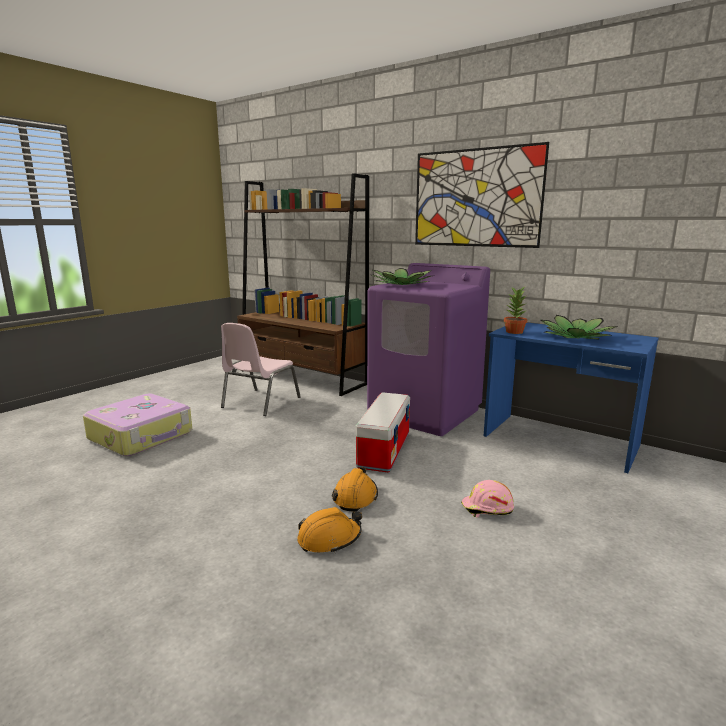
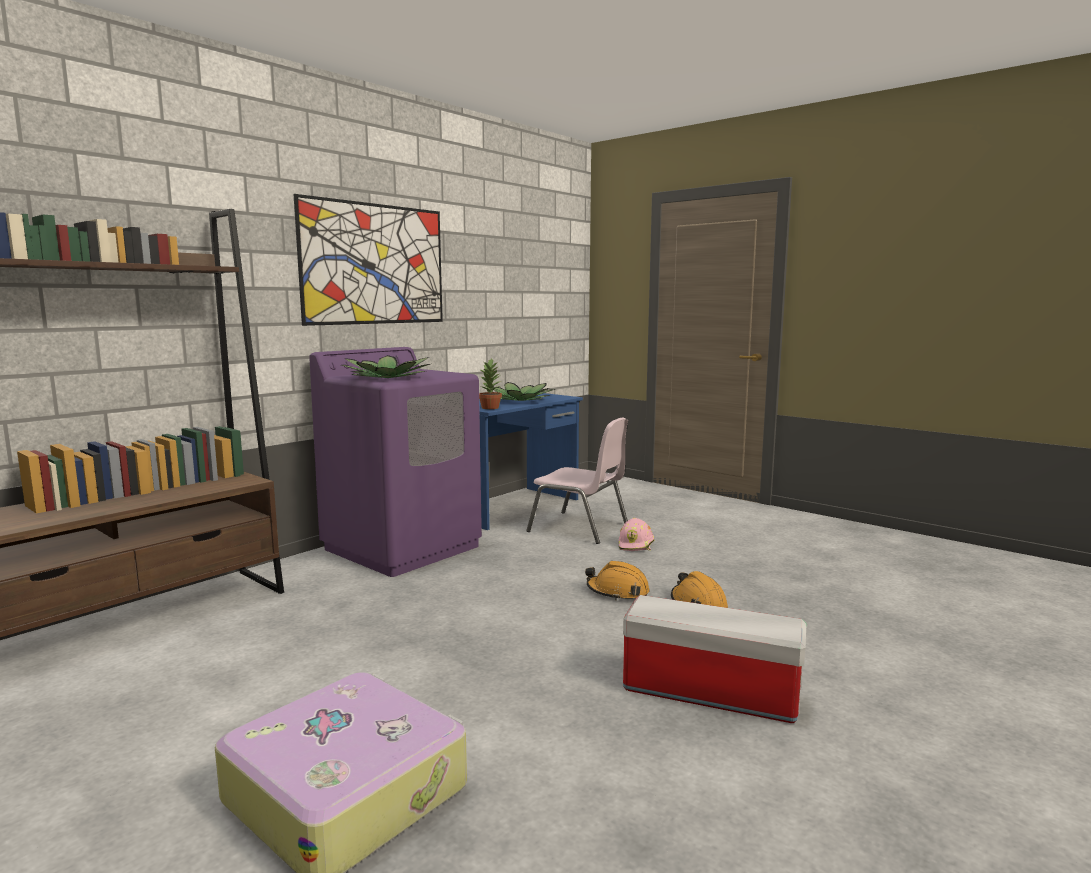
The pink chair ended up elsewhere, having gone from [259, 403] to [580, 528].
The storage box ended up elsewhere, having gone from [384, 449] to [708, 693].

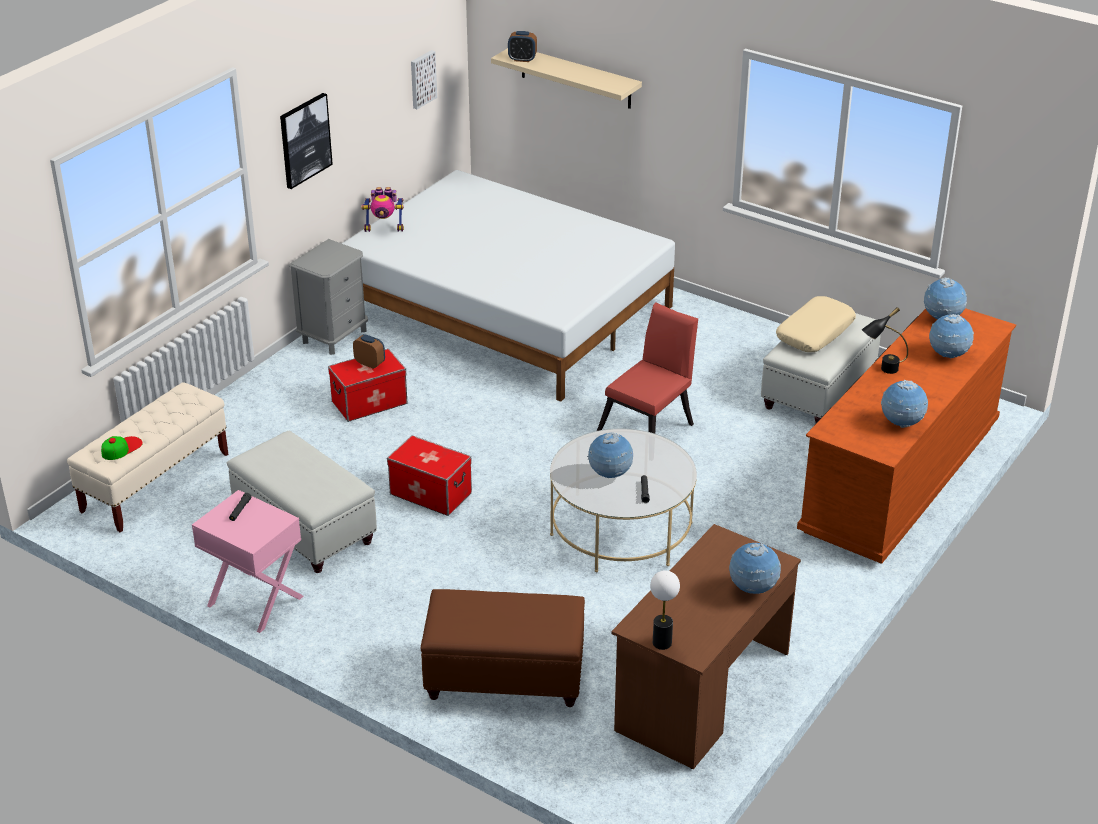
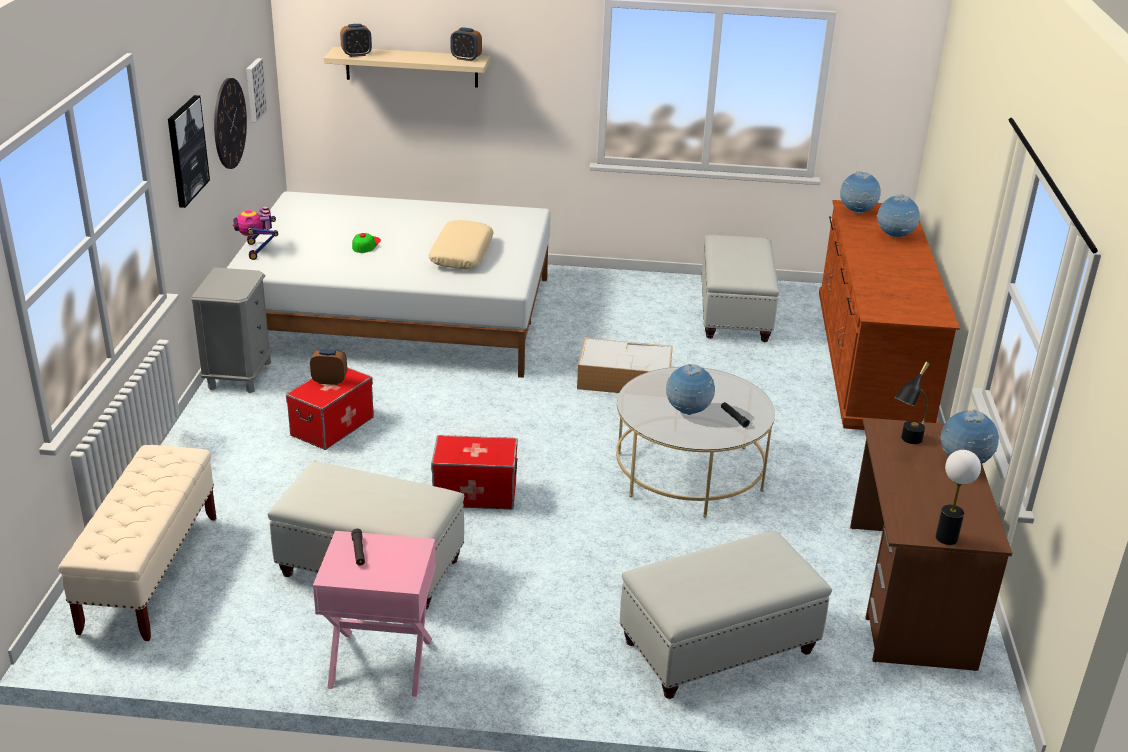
The second view lost the globe at [901, 424].
The second view gained the wall clock at [229, 123].
The second view gained the alarm clock at [466, 59].
The cap ended up elsewhere, having gone from [121, 448] to [366, 244].
The beige pillow ended up elsewhere, having gone from [814, 332] to [461, 254].
The black table lamp ended up elsewhere, having gone from [882, 370] to [906, 442].
Where the red chair stood at [649, 428], the storage box came to stand at [626, 379].
What was the brown ottoman at [503, 676] turned into the white ottoman at [717, 647].
The toy robot at [384, 228] ended up facing another way, 105 degrees clockwise from before.

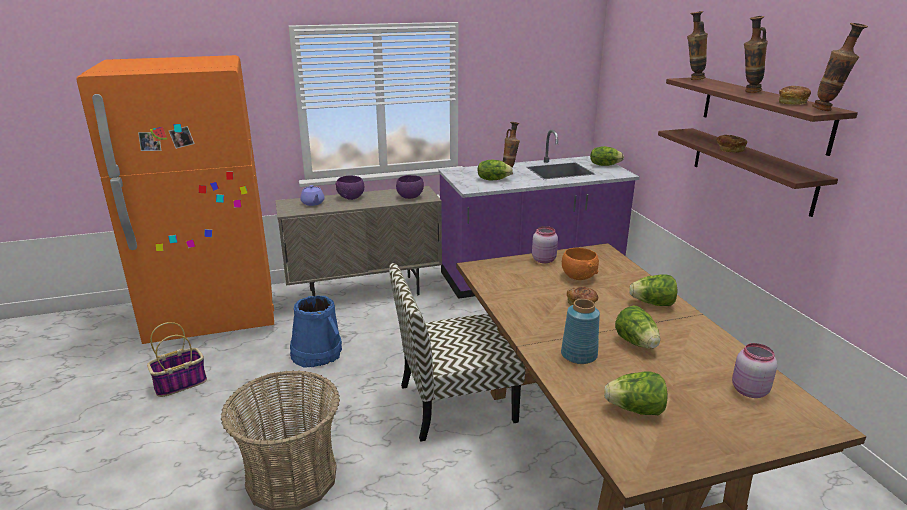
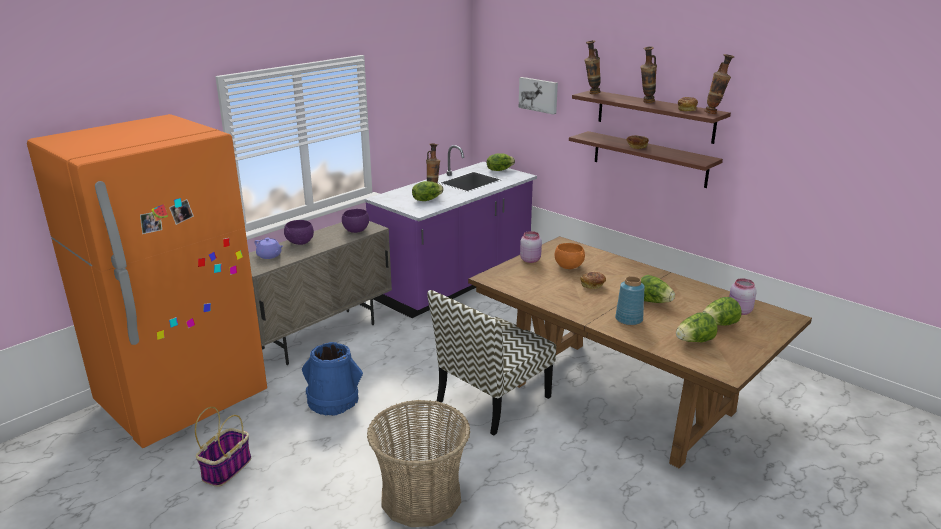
The second view gained the picture at [539, 95].
The lettuce ended up elsewhere, having gone from [652, 304] to [719, 324].

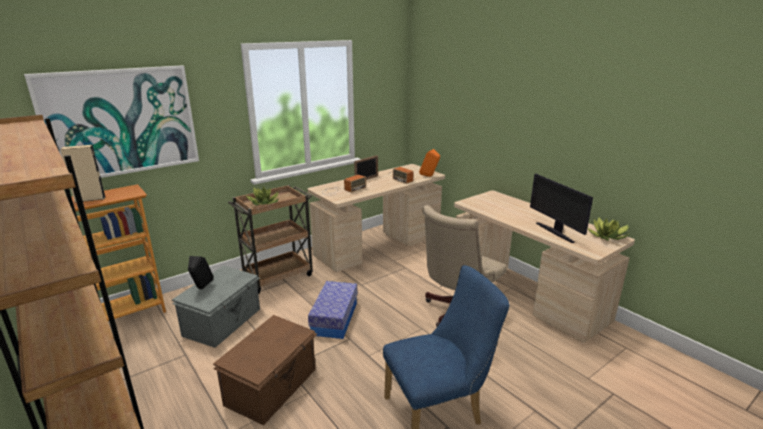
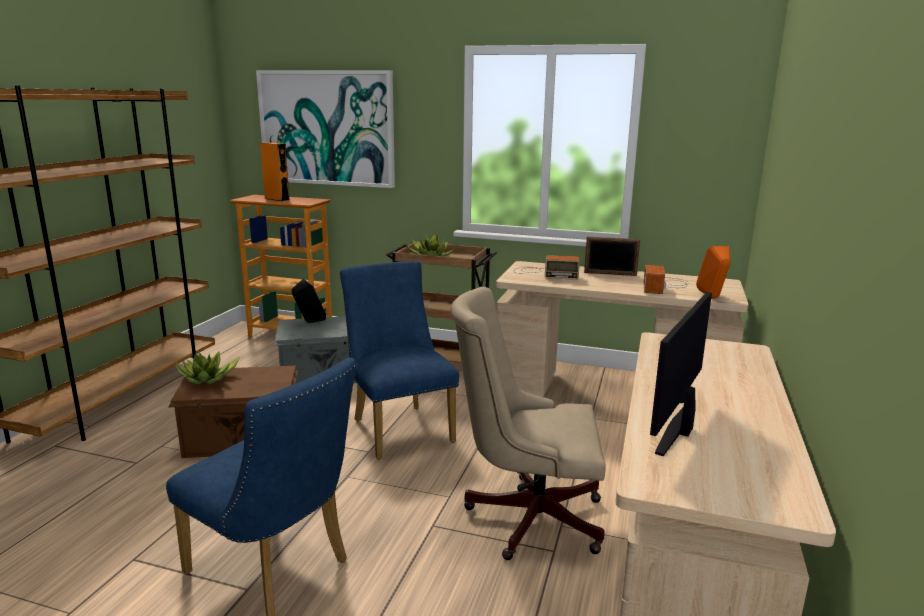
The potted plant ended up elsewhere, having gone from [607, 236] to [208, 379].
Where the storage box stood at [334, 318], the blue chair came to stand at [399, 427].
What was the beige speaker at [90, 199] turned into the orange speaker at [277, 199].

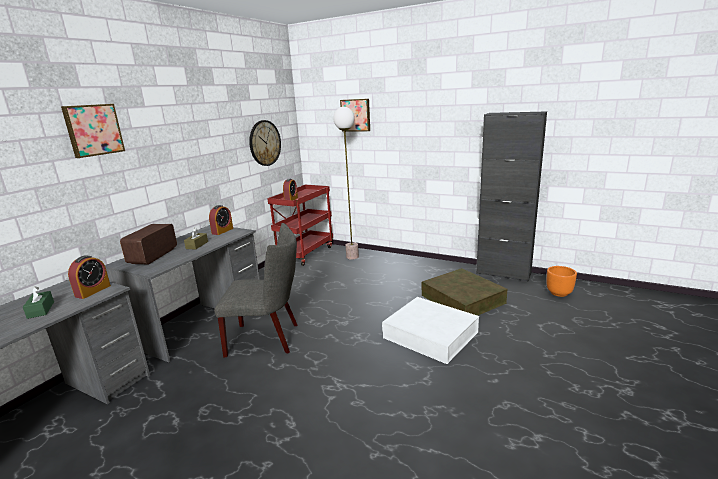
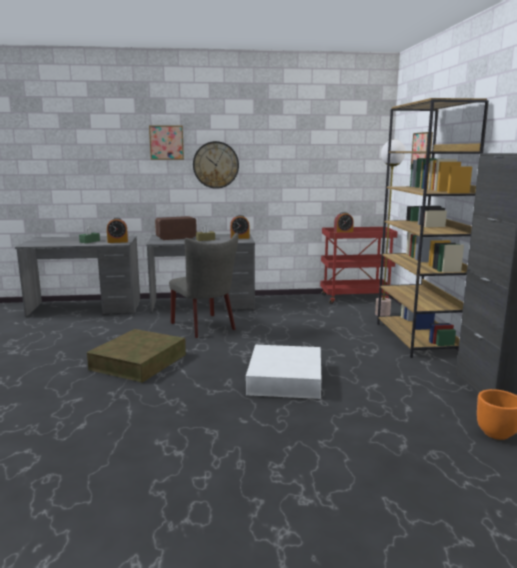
The second view gained the brown bookcase at [416, 338].
The wall clock ended up elsewhere, having gone from [264, 143] to [215, 165].
The brown storage box ended up elsewhere, having gone from [462, 299] to [138, 362].

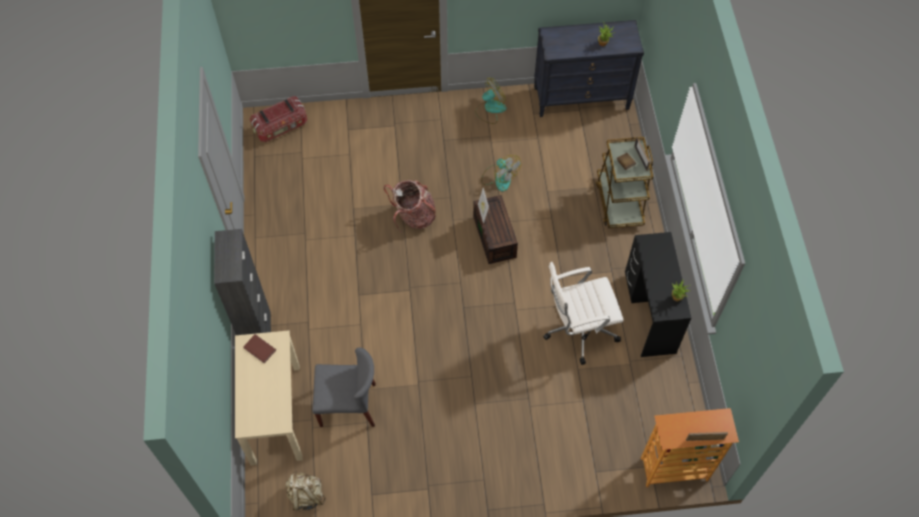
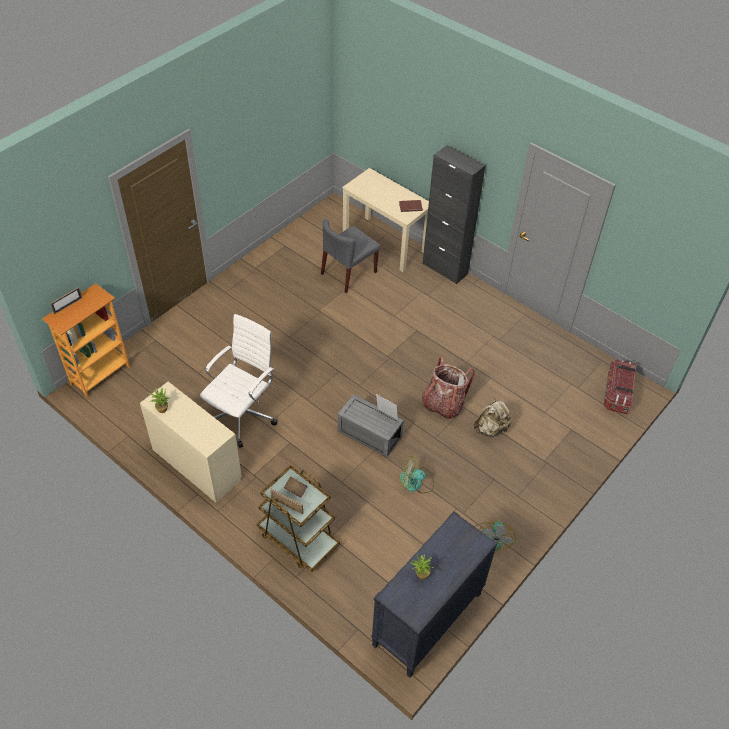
The beige backpack ended up elsewhere, having gone from [306, 496] to [491, 428].
What was the brown storage box at [495, 237] turned into the grey storage box at [368, 434].
What was the black desk at [650, 313] turned into the beige desk at [196, 464].

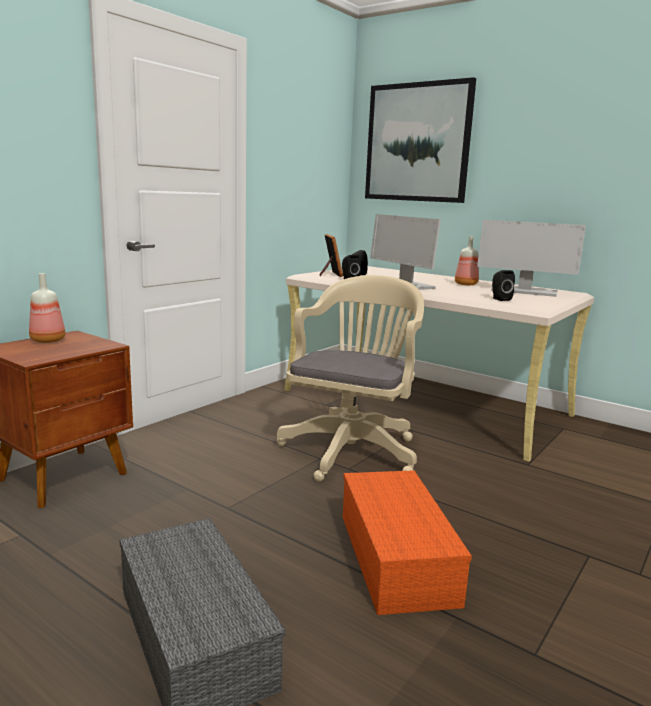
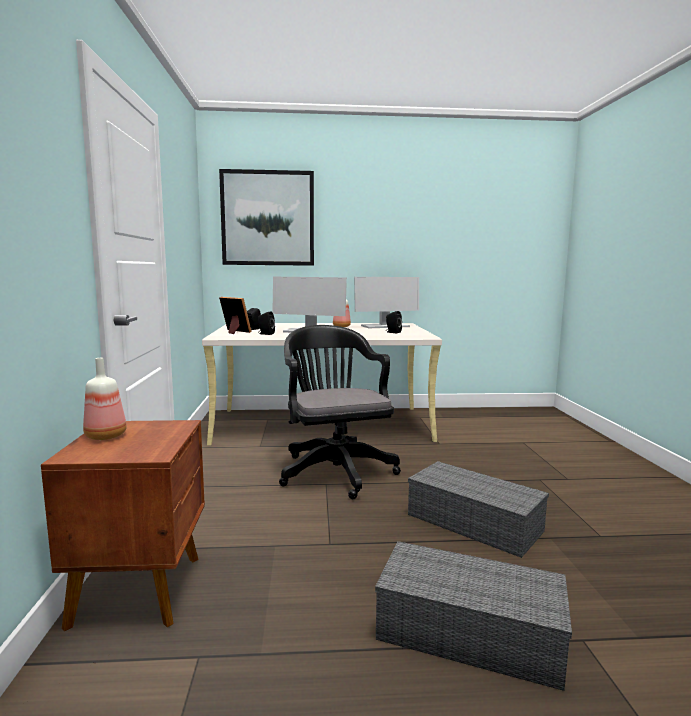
What was the beige office chair at [352, 449] turned into the black office chair at [335, 470].
What was the orange storage box at [398, 558] turned into the grey storage box at [476, 523].

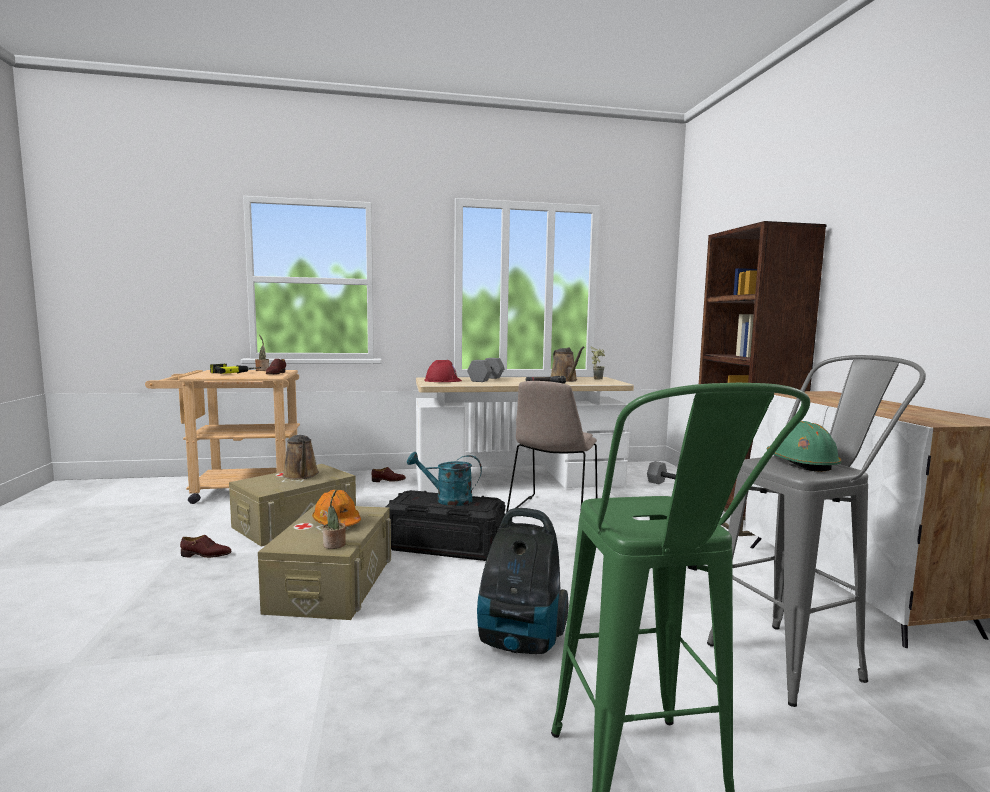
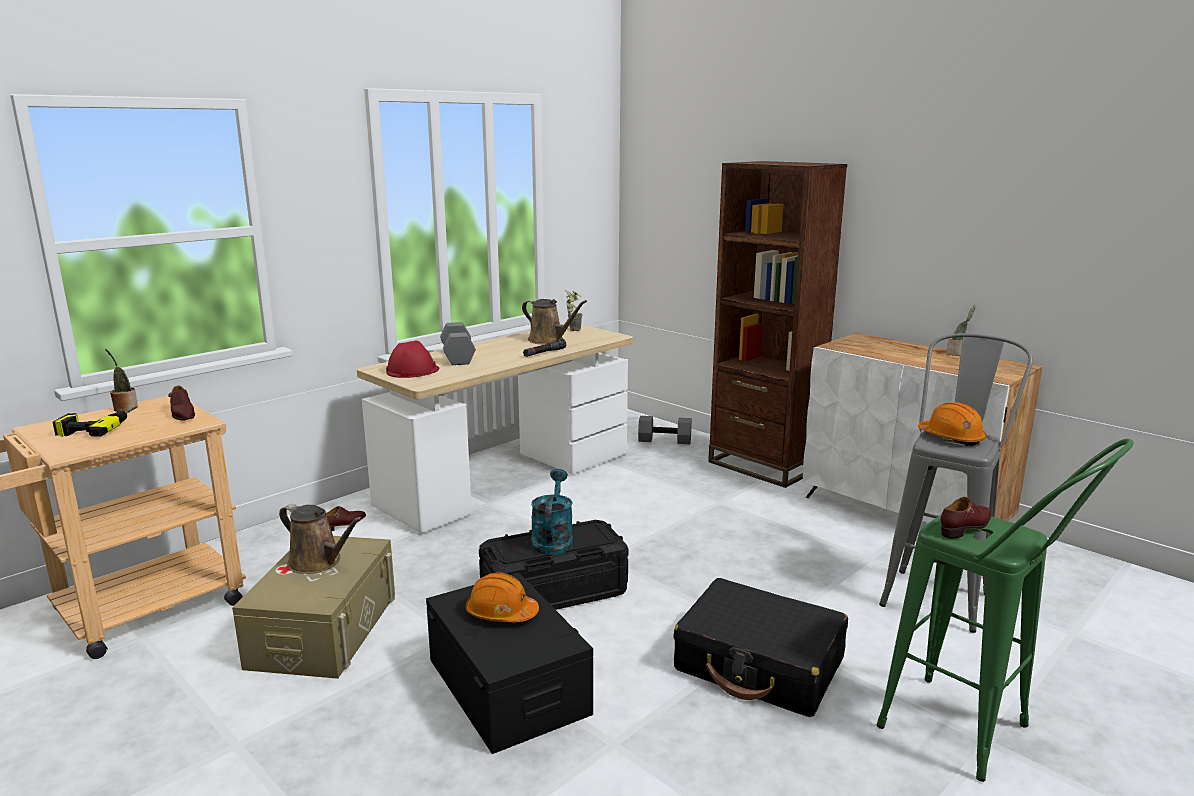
The second view lost the beige chair at [552, 513].
The brown shoe ended up elsewhere, having gone from [206, 555] to [966, 527].
The potted plant ended up elsewhere, having gone from [334, 545] to [957, 354].
Where the vacuum cleaner stood at [519, 641], the black suitcase came to stand at [760, 665].
What was the beige storage box at [332, 583] turned into the black storage box at [507, 686].
What was the green hard hat at [801, 463] turned into the orange hard hat at [951, 438].
The turquoise watering can at [447, 500] ended up facing another way, 120 degrees clockwise from before.

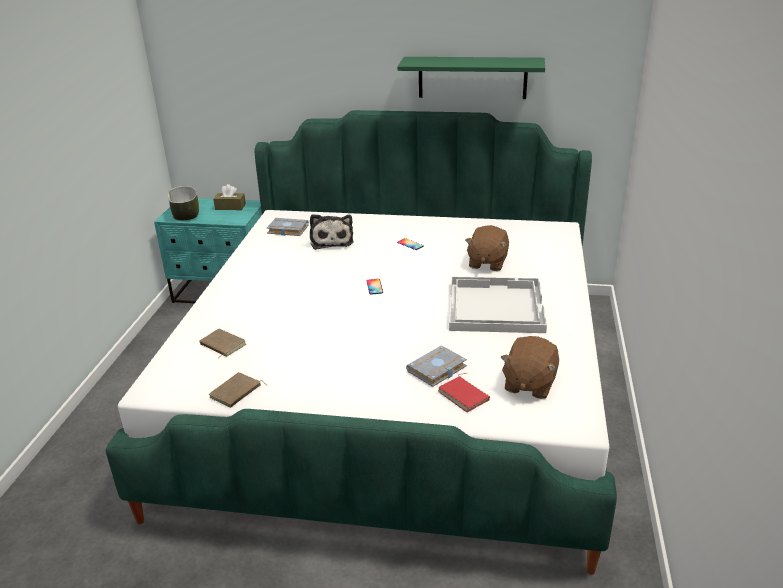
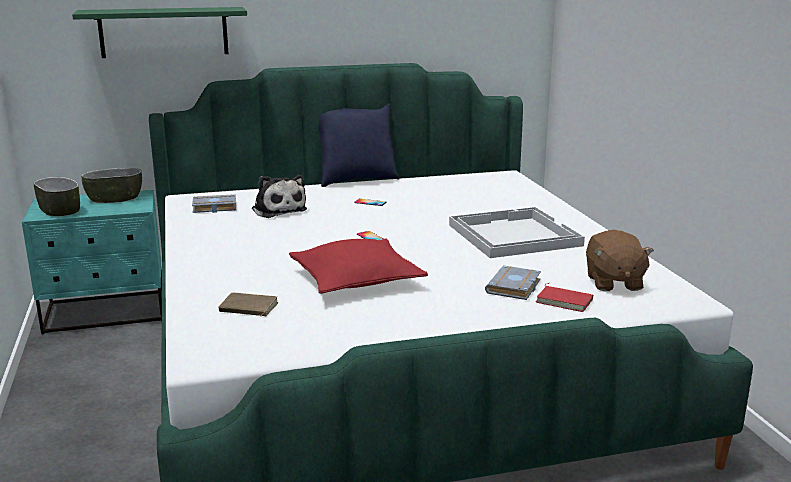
The second view lost the brown book at [236, 393].
The second view lost the brown plush toy at [487, 263].
The second view gained the red pillow at [356, 280].
The second view gained the blue pillow at [356, 180].
The green shelf ended up elsewhere, having gone from [472, 77] to [164, 32].
Where the brown tissue box stood at [230, 207], the bowl came to stand at [114, 199].

